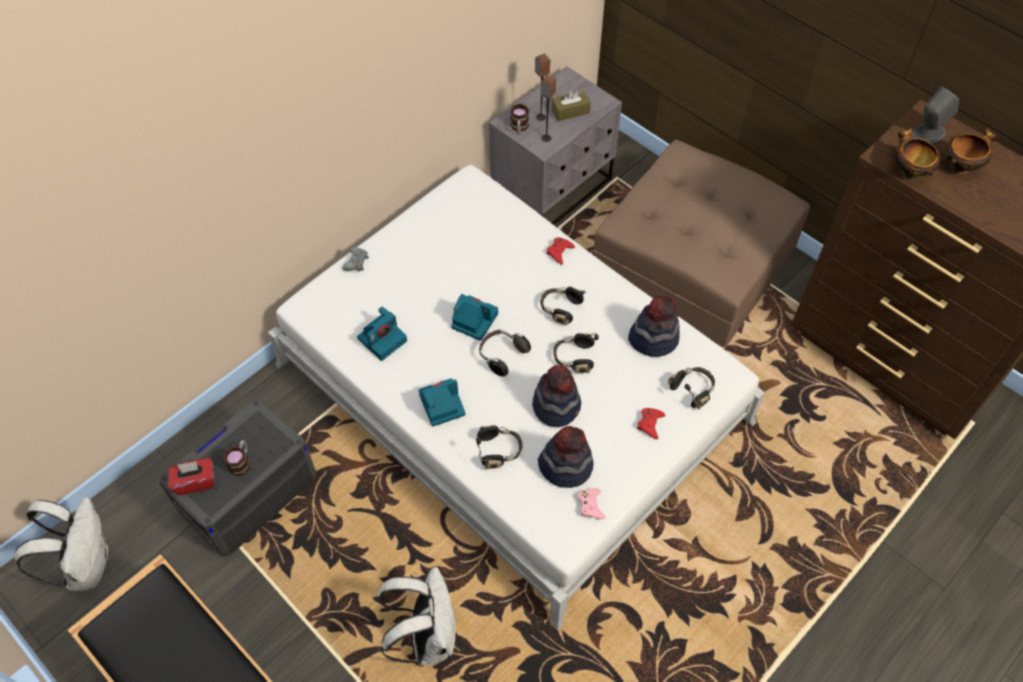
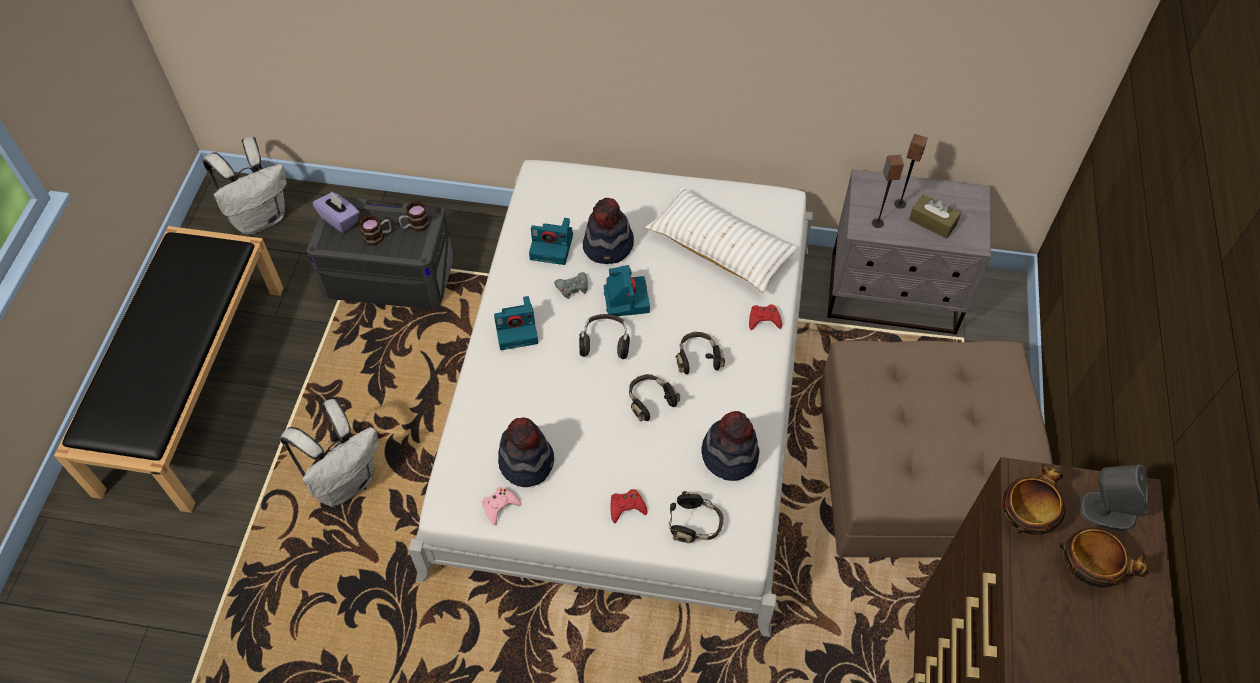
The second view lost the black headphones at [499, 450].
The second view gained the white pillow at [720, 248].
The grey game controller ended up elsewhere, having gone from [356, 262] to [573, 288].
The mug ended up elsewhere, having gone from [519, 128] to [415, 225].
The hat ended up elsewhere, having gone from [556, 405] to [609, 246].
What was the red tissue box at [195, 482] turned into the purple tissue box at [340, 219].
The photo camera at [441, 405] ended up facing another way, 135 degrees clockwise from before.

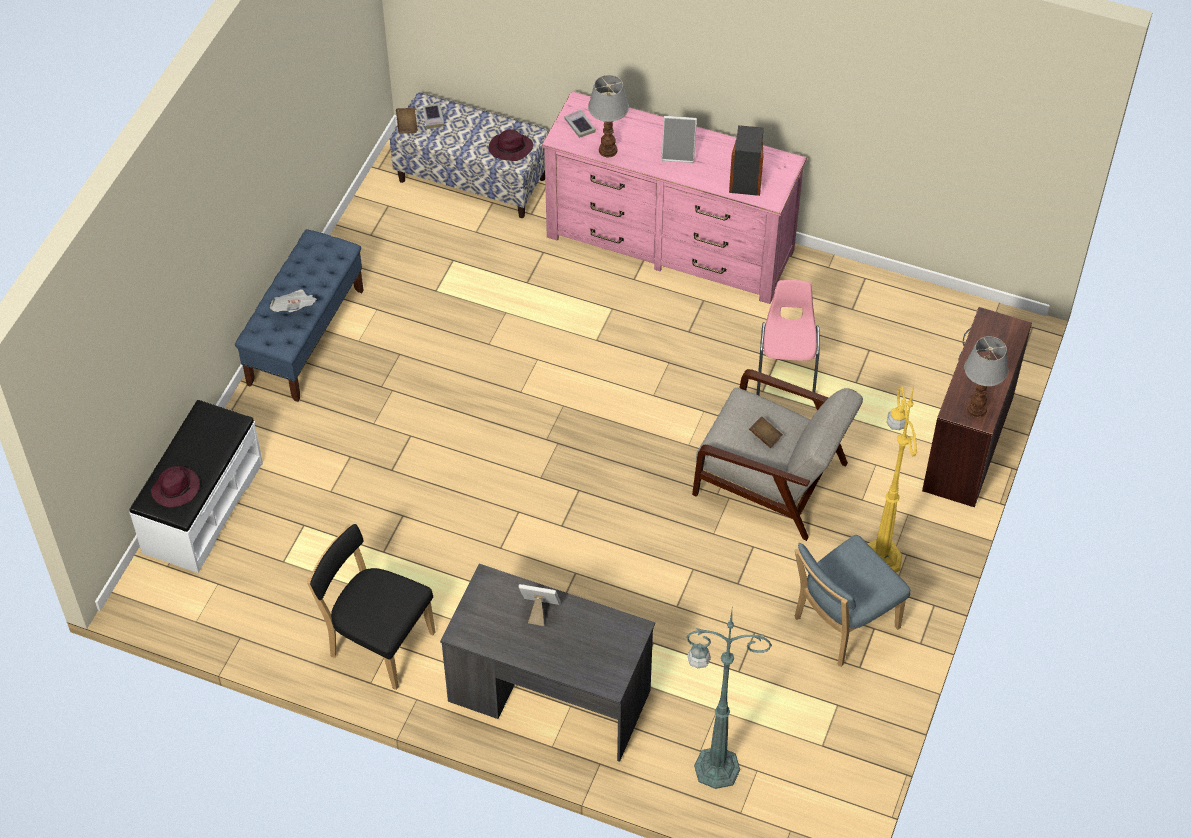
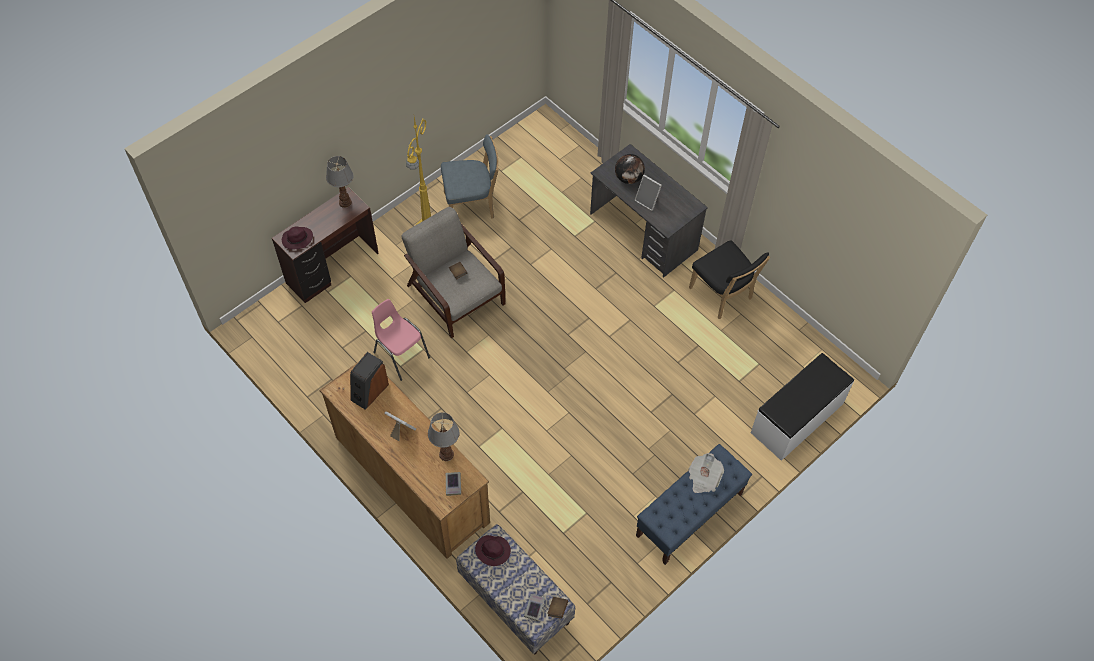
The second view lost the green floor lamp at [714, 767].
The second view gained the globe at [629, 178].
The purple hat ended up elsewhere, having gone from [176, 488] to [297, 239].
What was the pink dresser at [670, 244] turned into the brown dresser at [411, 479].
The pink chair at [786, 372] ended up facing another way, 105 degrees clockwise from before.

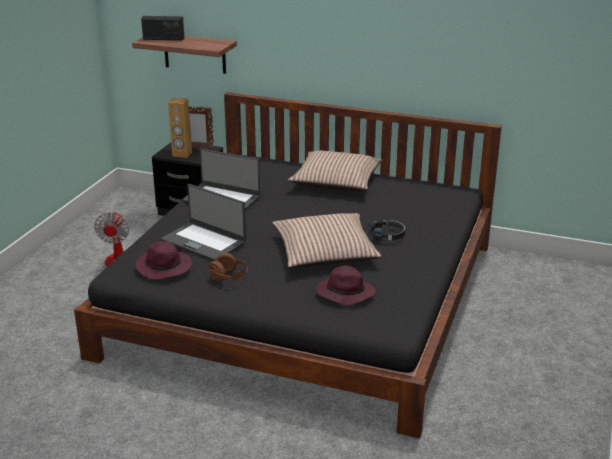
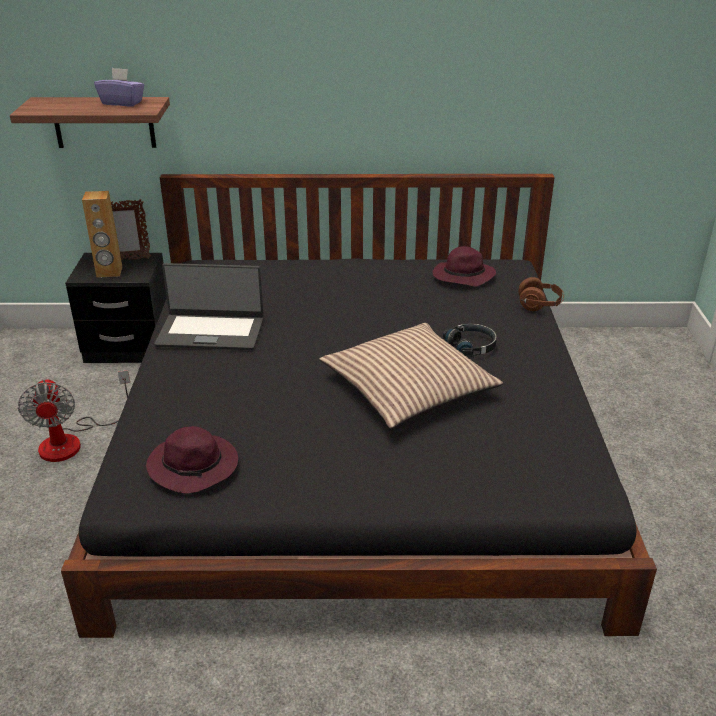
The second view lost the radio at [163, 39].
The second view lost the laptop at [204, 241].
The second view lost the pillow at [336, 181].
The second view gained the purple tissue box at [122, 103].
The brown headphones ended up elsewhere, having gone from [229, 278] to [539, 305].
The purple hat ended up elsewhere, having gone from [344, 293] to [462, 277].

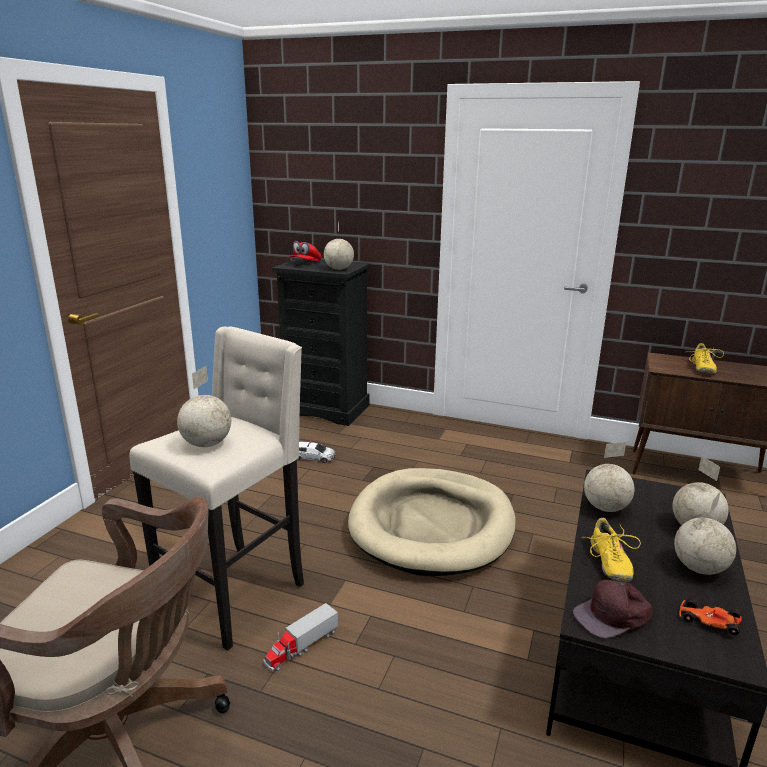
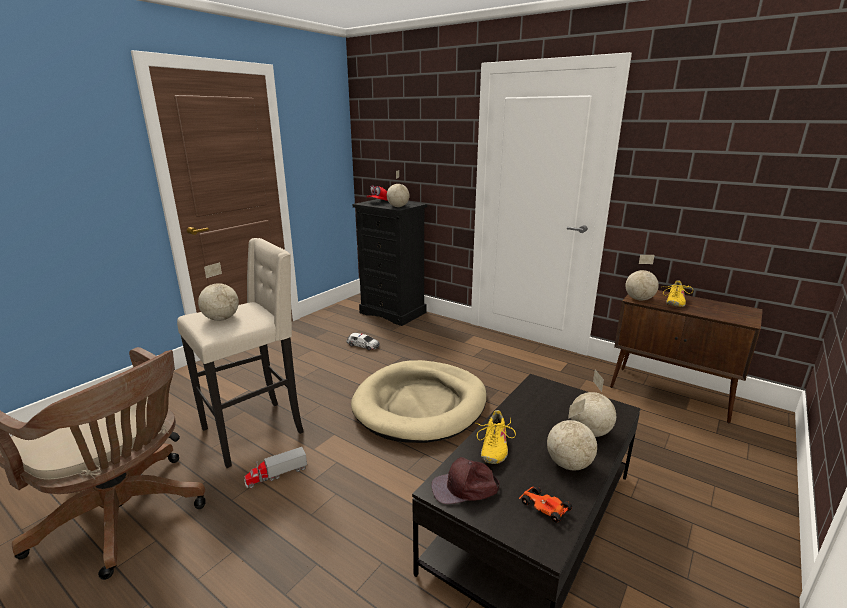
The globe ended up elsewhere, having gone from [606, 508] to [639, 299].

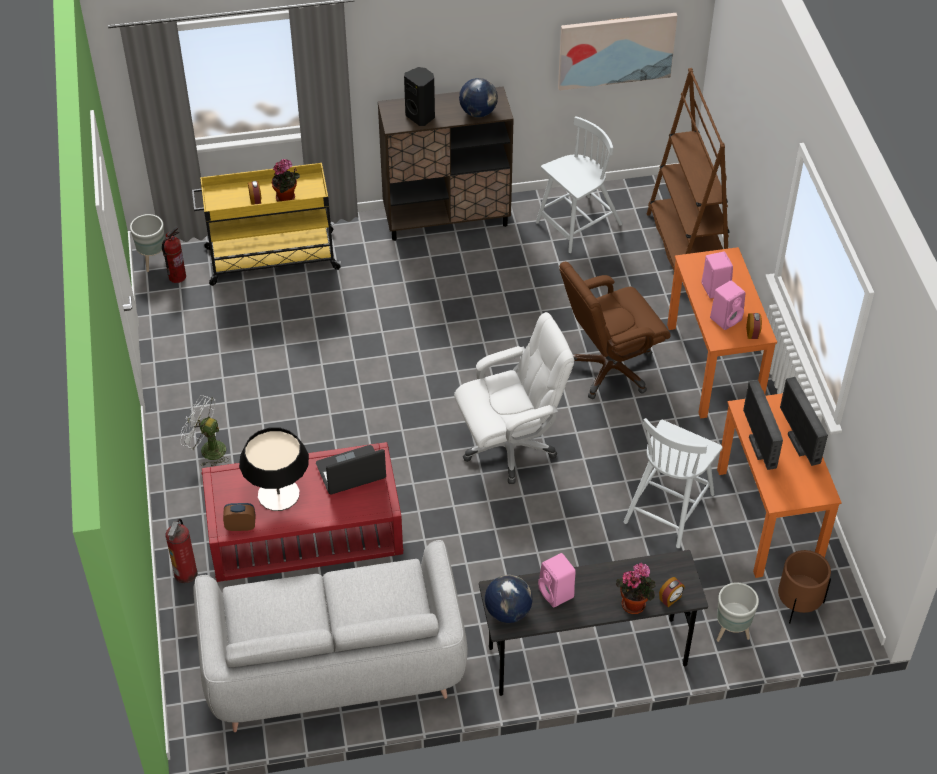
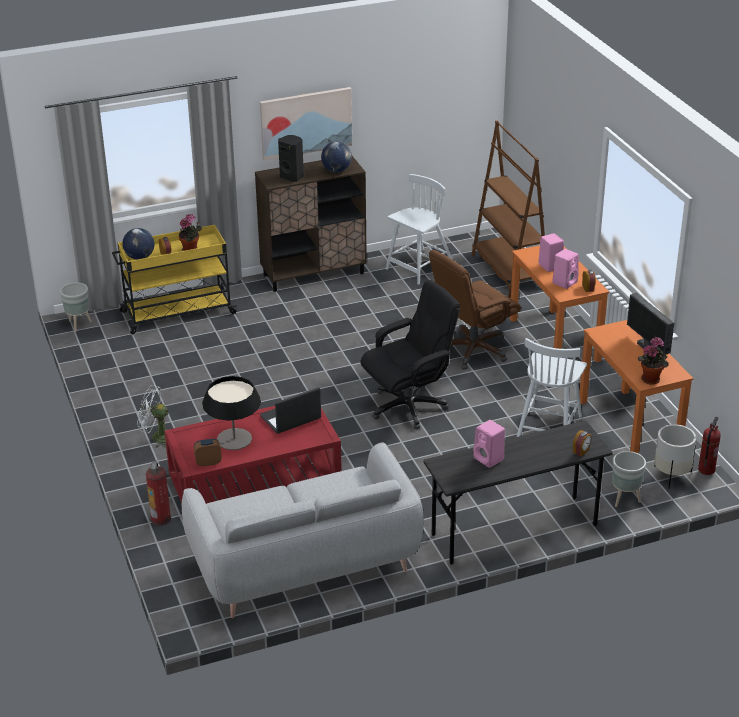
The second view lost the monitor at [759, 447].
The fire extinguisher ended up elsewhere, having gone from [177, 277] to [706, 470].
The globe ended up elsewhere, having gone from [508, 611] to [139, 257].
The picture ended up elsewhere, having gone from [616, 49] to [306, 122].
The potted plant ended up elsewhere, having gone from [635, 603] to [651, 378].
What was the white office chair at [510, 446] turned into the black office chair at [409, 406].
What was the brown planter at [798, 604] turned into the white planter at [671, 475].

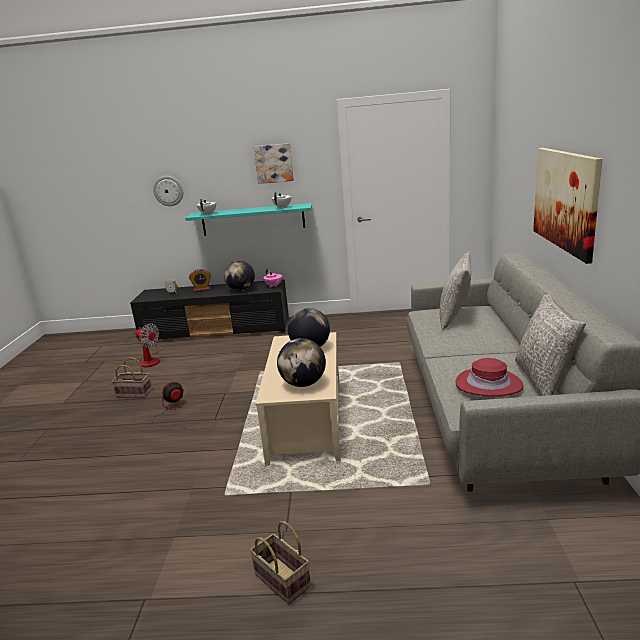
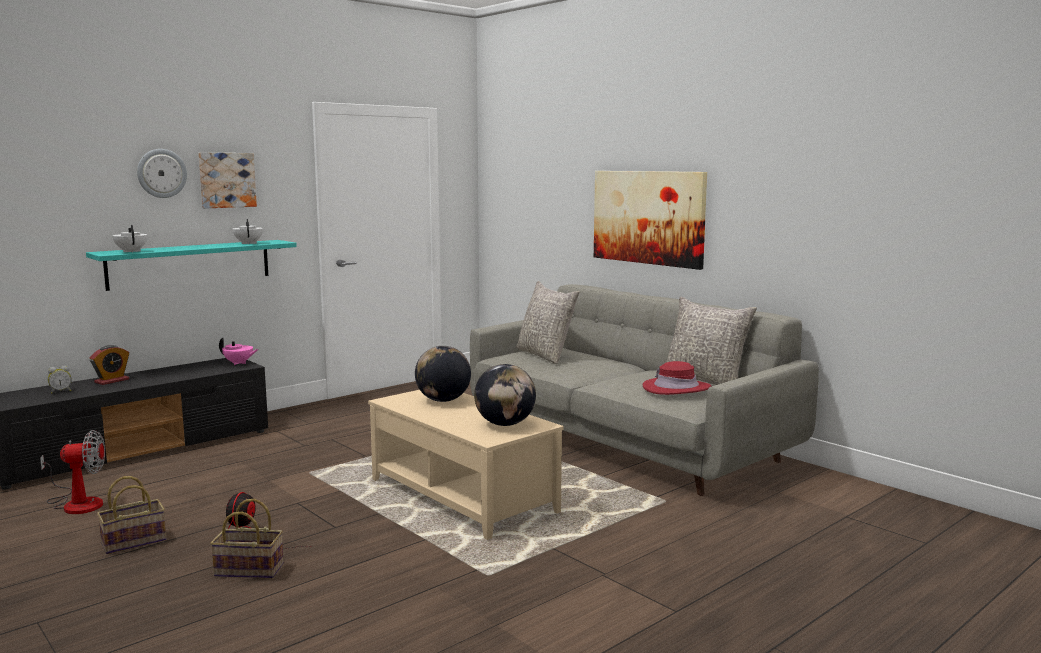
The second view lost the globe at [241, 290].
The wall clock ended up elsewhere, having gone from [168, 190] to [161, 173].
The basket ended up elsewhere, having gone from [280, 580] to [247, 570].

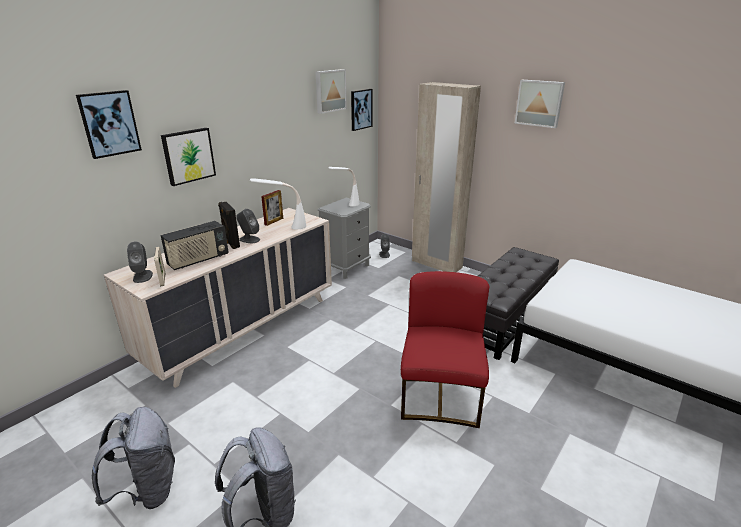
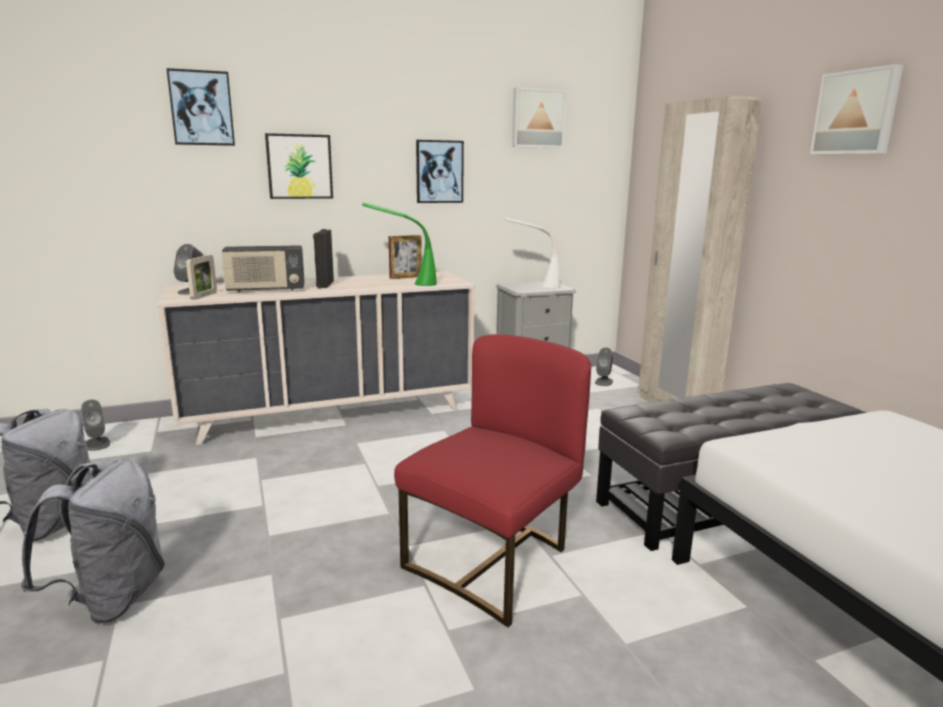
The grey speaker ended up elsewhere, having gone from [249, 239] to [97, 444].
The picture ended up elsewhere, having gone from [361, 109] to [439, 171].
What was the white table lamp at [281, 230] turned into the green table lamp at [400, 283].

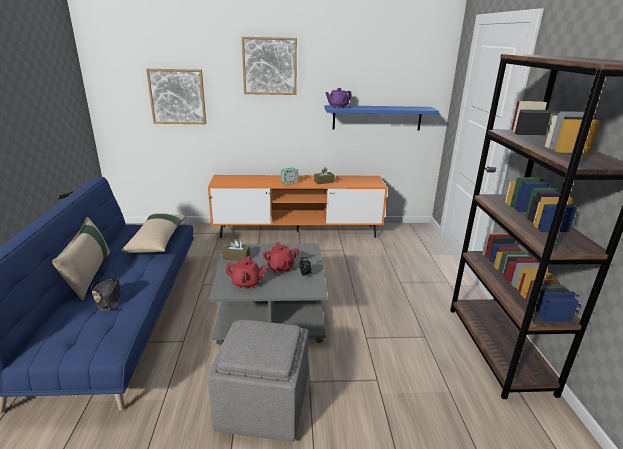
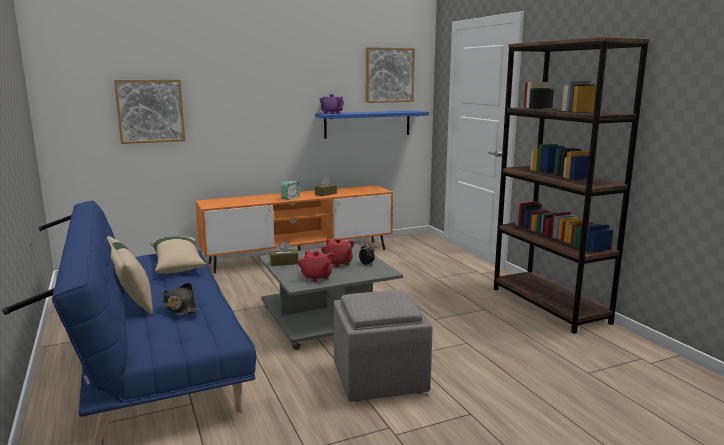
The picture ended up elsewhere, having gone from [270, 66] to [389, 75].
The red teapot at [247, 283] ended up facing another way, 75 degrees clockwise from before.

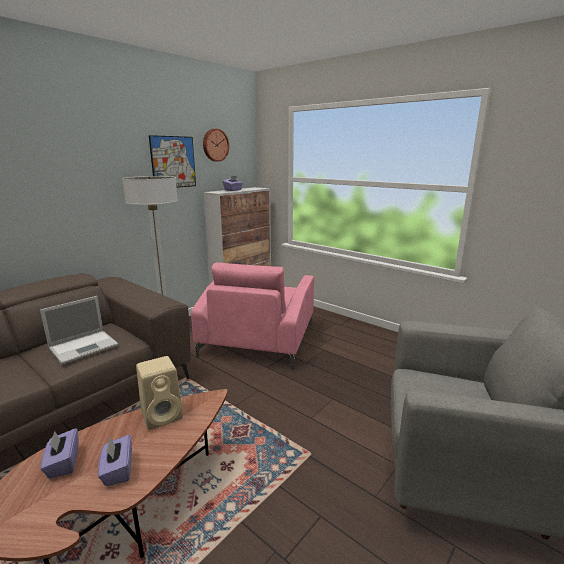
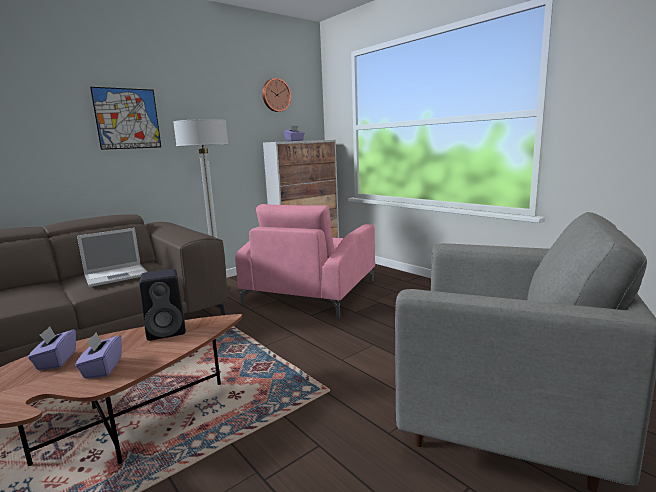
The picture ended up elsewhere, having gone from [173, 162] to [127, 118].
What was the beige speaker at [163, 415] turned into the black speaker at [168, 331].

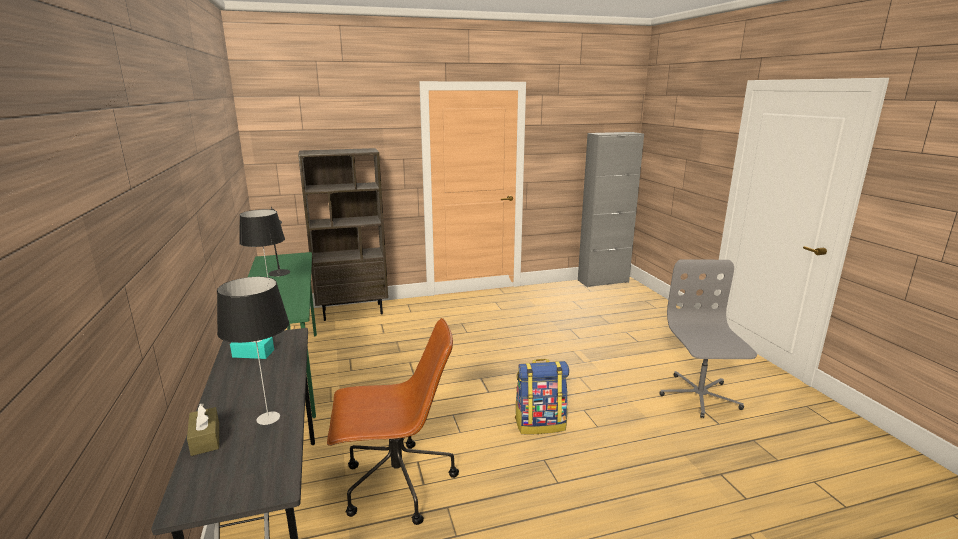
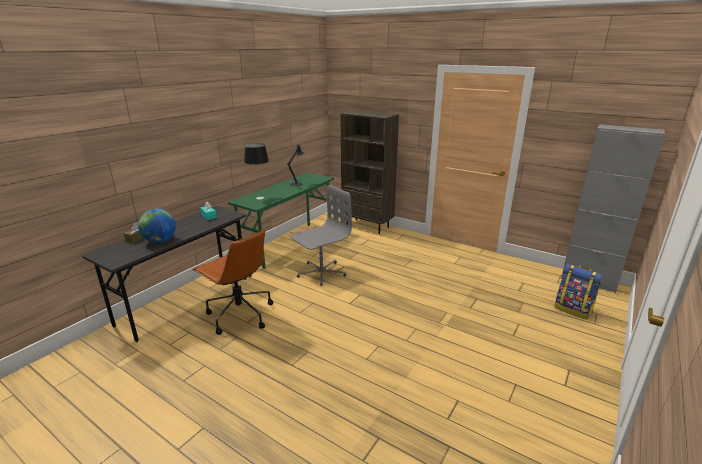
The backpack ended up elsewhere, having gone from [540, 424] to [573, 309].
The grey office chair ended up elsewhere, having gone from [699, 396] to [321, 273].
Where the table lamp stood at [267, 418], the globe came to stand at [160, 241].

